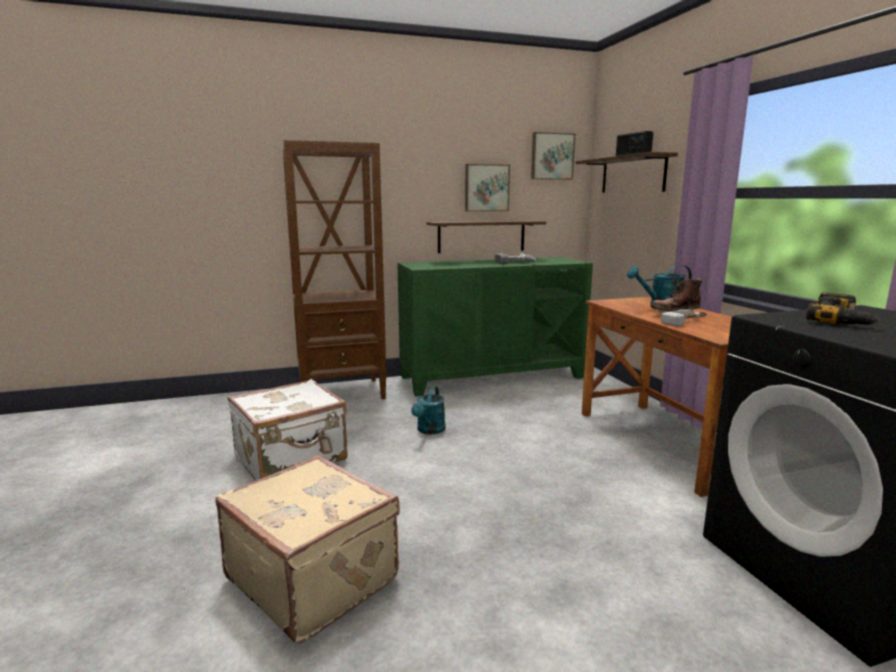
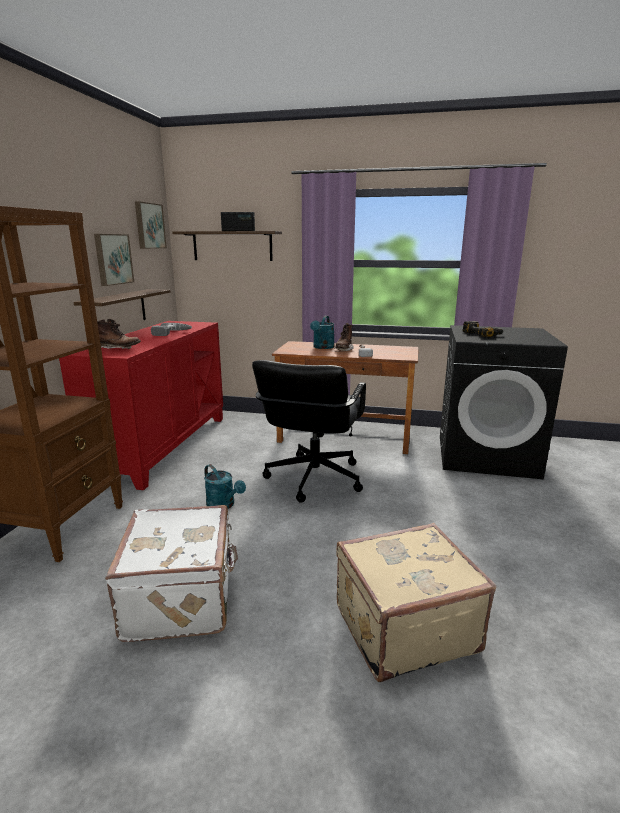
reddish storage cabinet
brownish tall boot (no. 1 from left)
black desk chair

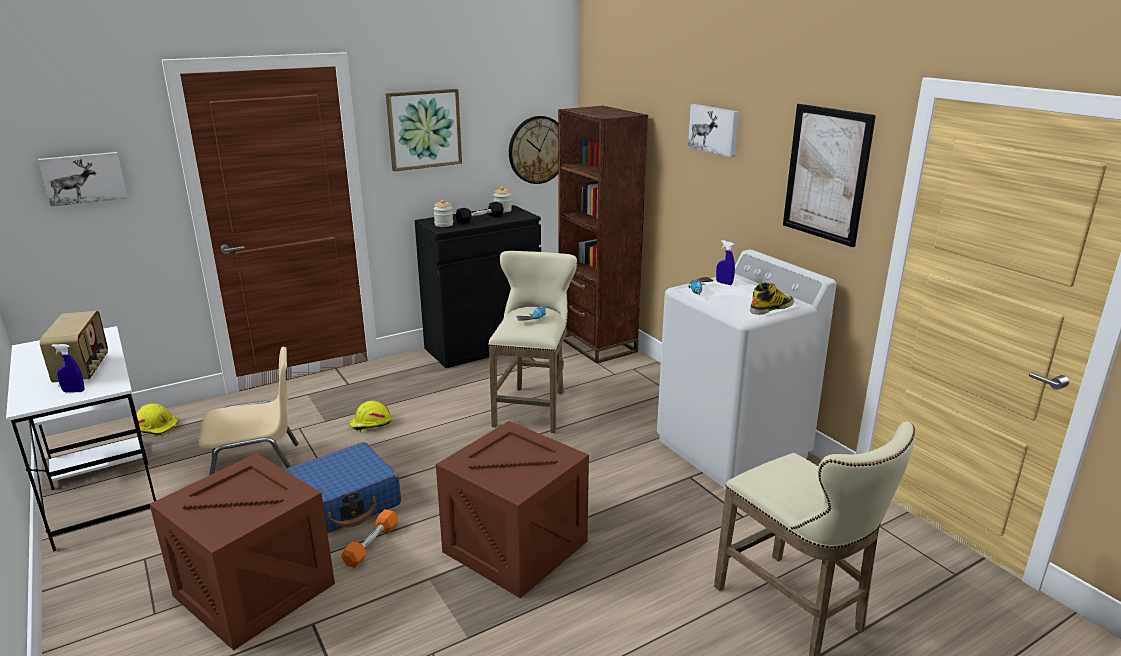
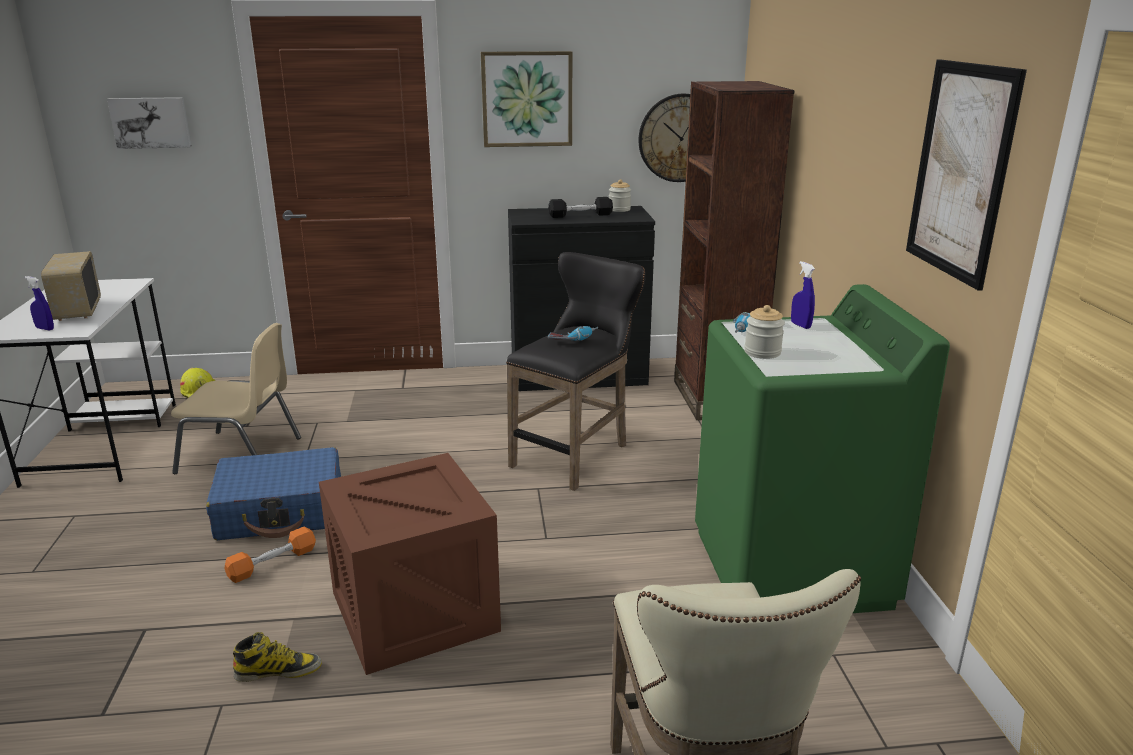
wall picture (no. 3 from left in the first image)
preserve jar (no. 2 from left)
green laundry appliance
black sitting stool
tall boot
radio set
yellow work helmet (no. 2 from left in the first image)
shipping crate (no. 1 from left in the first image)

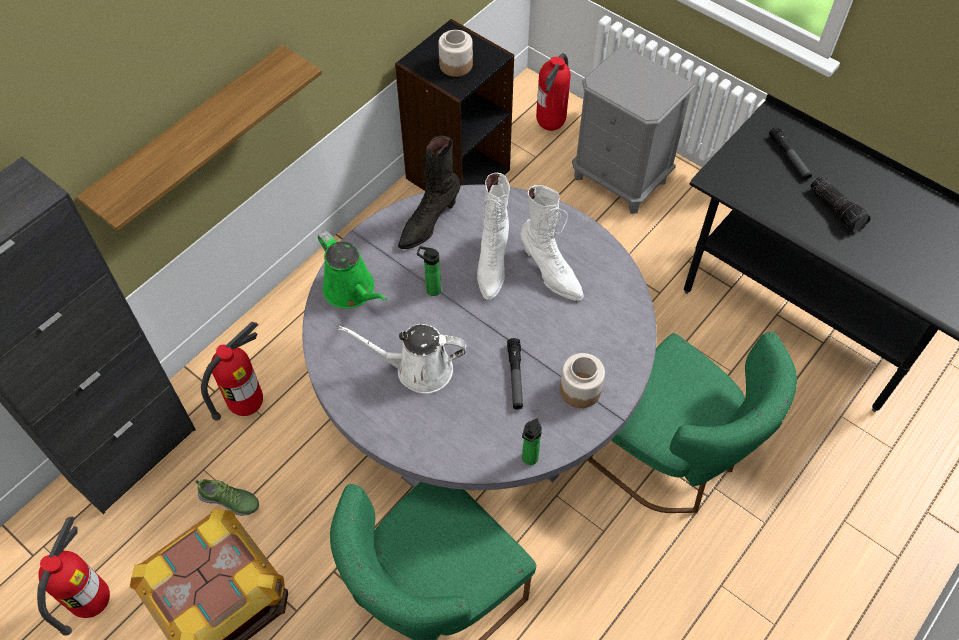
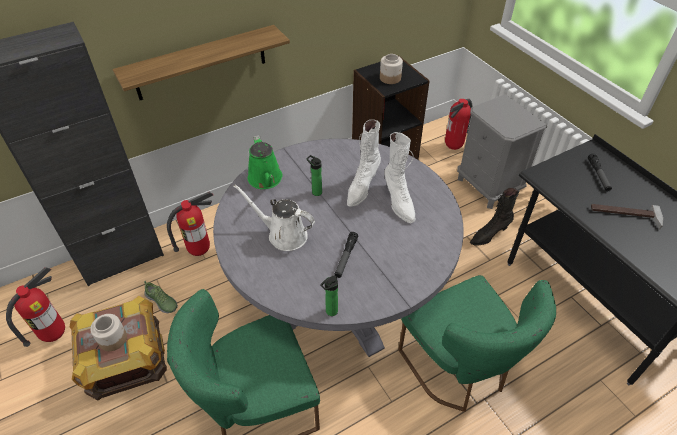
black tall boot
hammer
preserve jar (no. 1 from left)

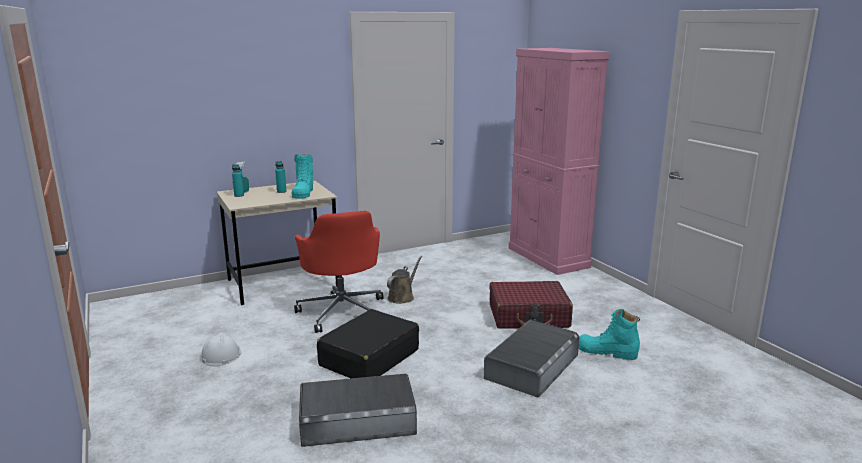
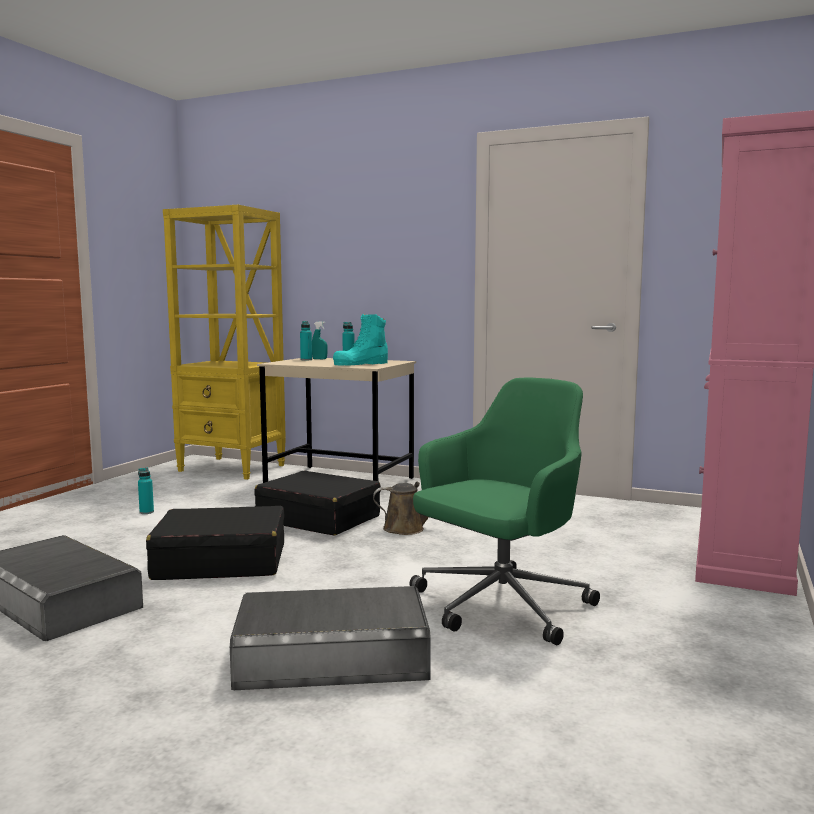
black travel case (no. 2 from left)
green desk chair
turquoise tall boot (no. 2 from left in the first image)
turquoise drink bottle (no. 1 from left)
yellow bookshelf

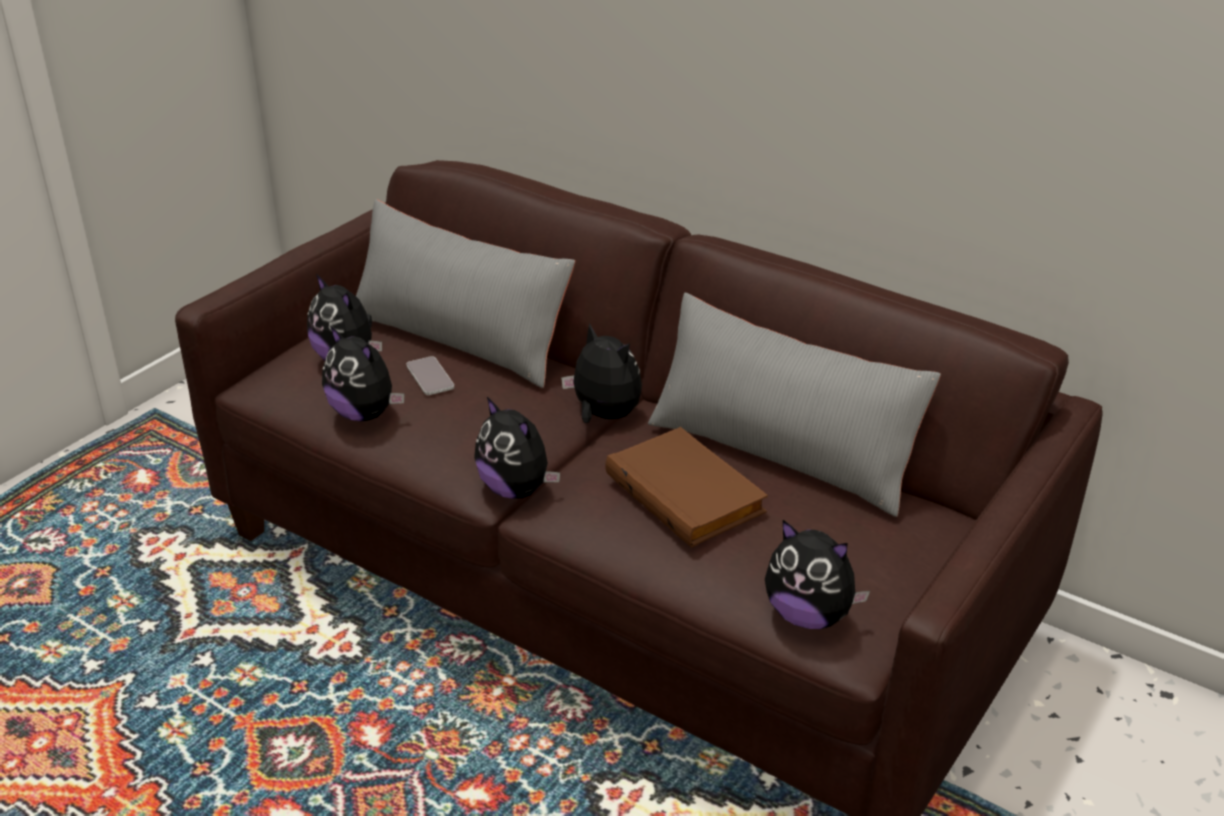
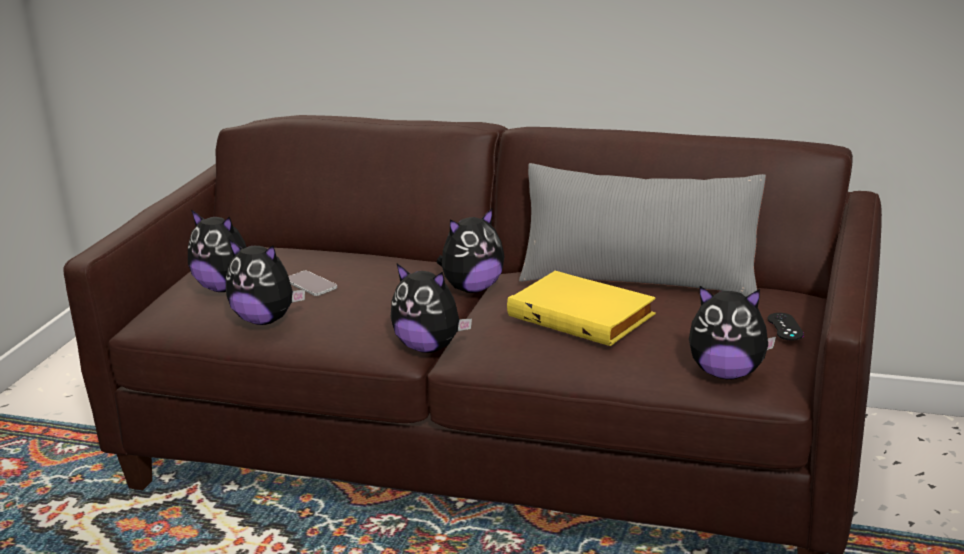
greyish cushion (no. 1 from left in the first image)
plush toy (no. 4 from left)
yellow bound book
black game controller

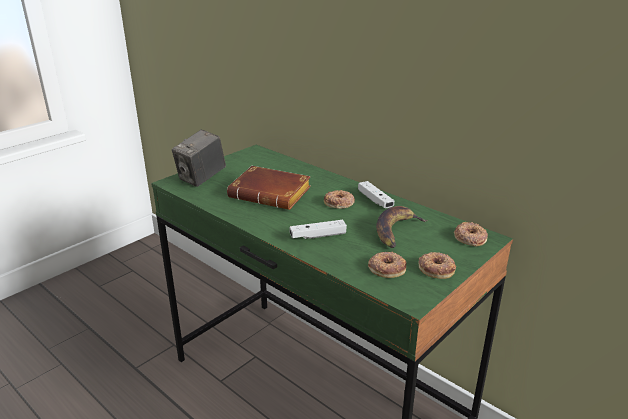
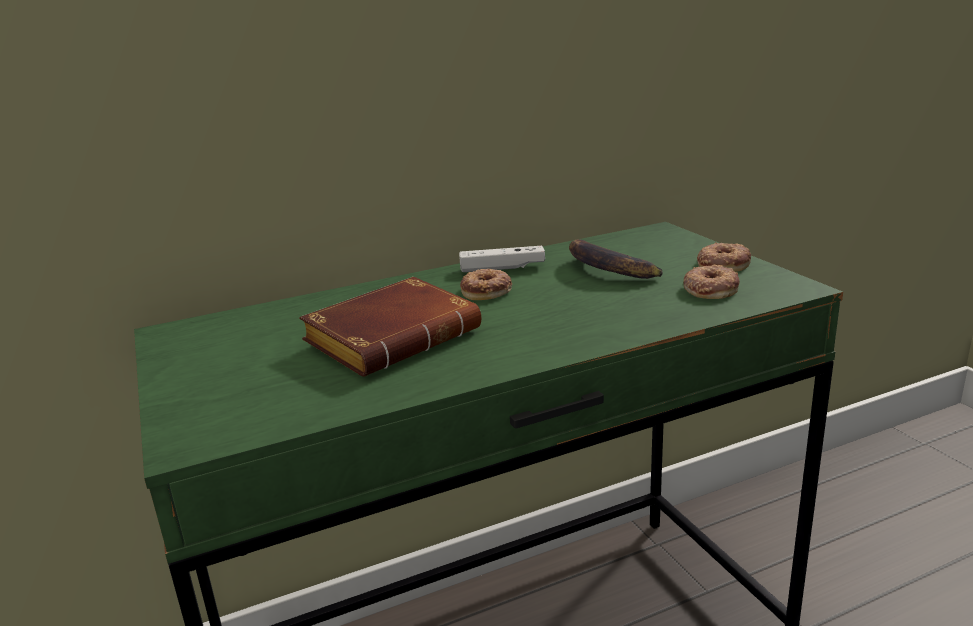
still camera
white-coloured game controller (no. 1 from left in the first image)
doughnut (no. 4 from left in the first image)

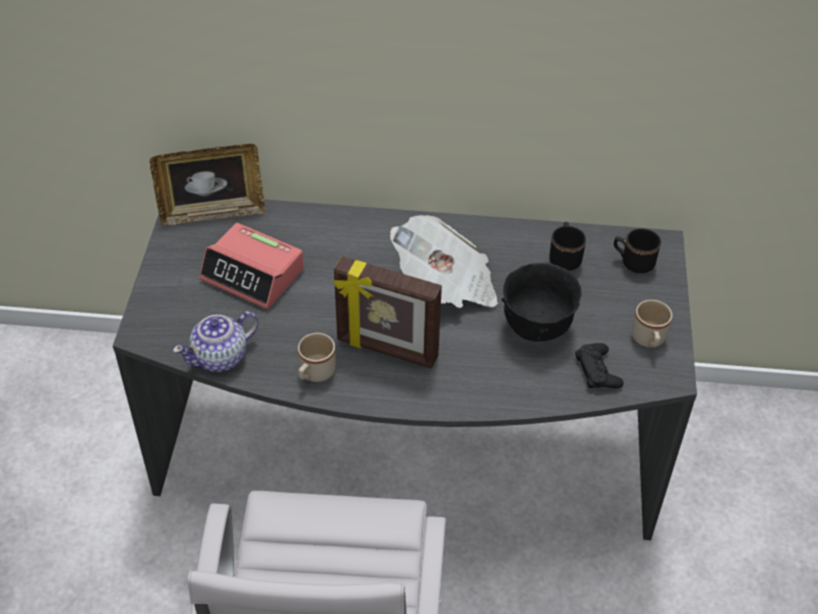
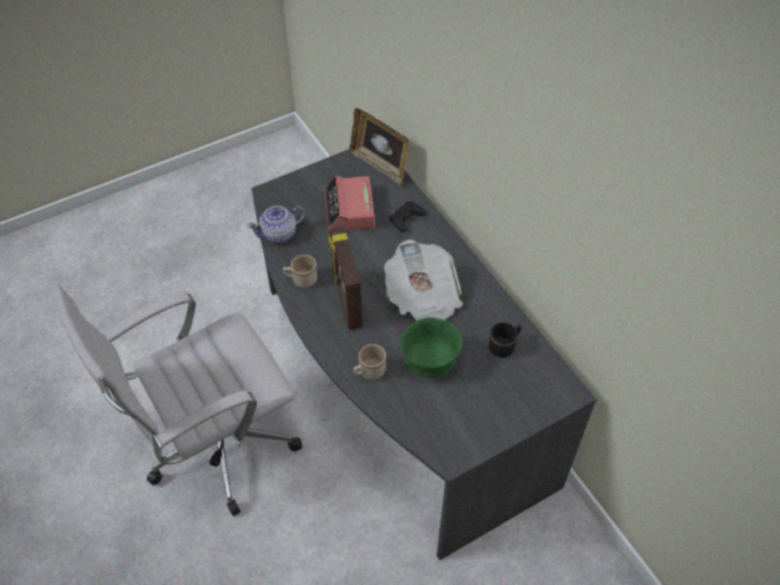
black mug (no. 2 from left in the first image)
green bowl
beige mug (no. 2 from left)
pot for tea
black game controller

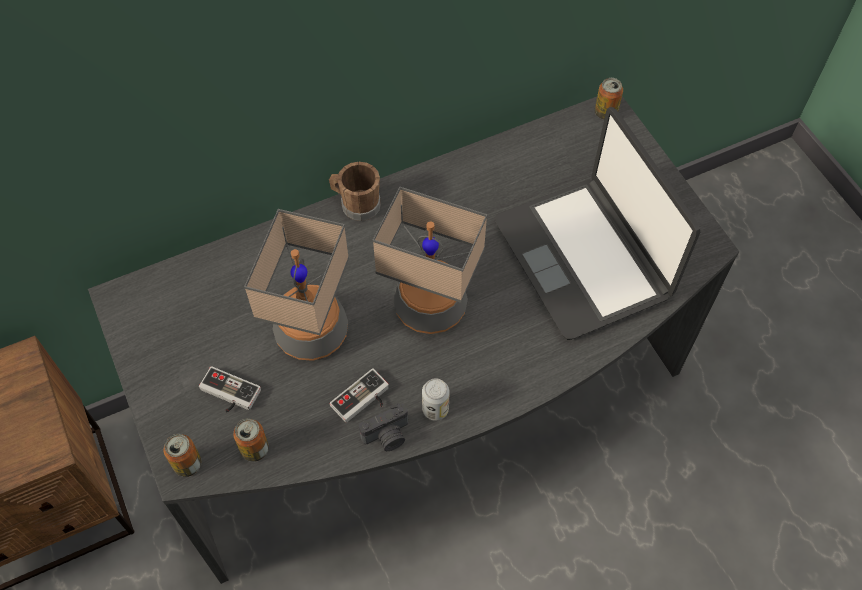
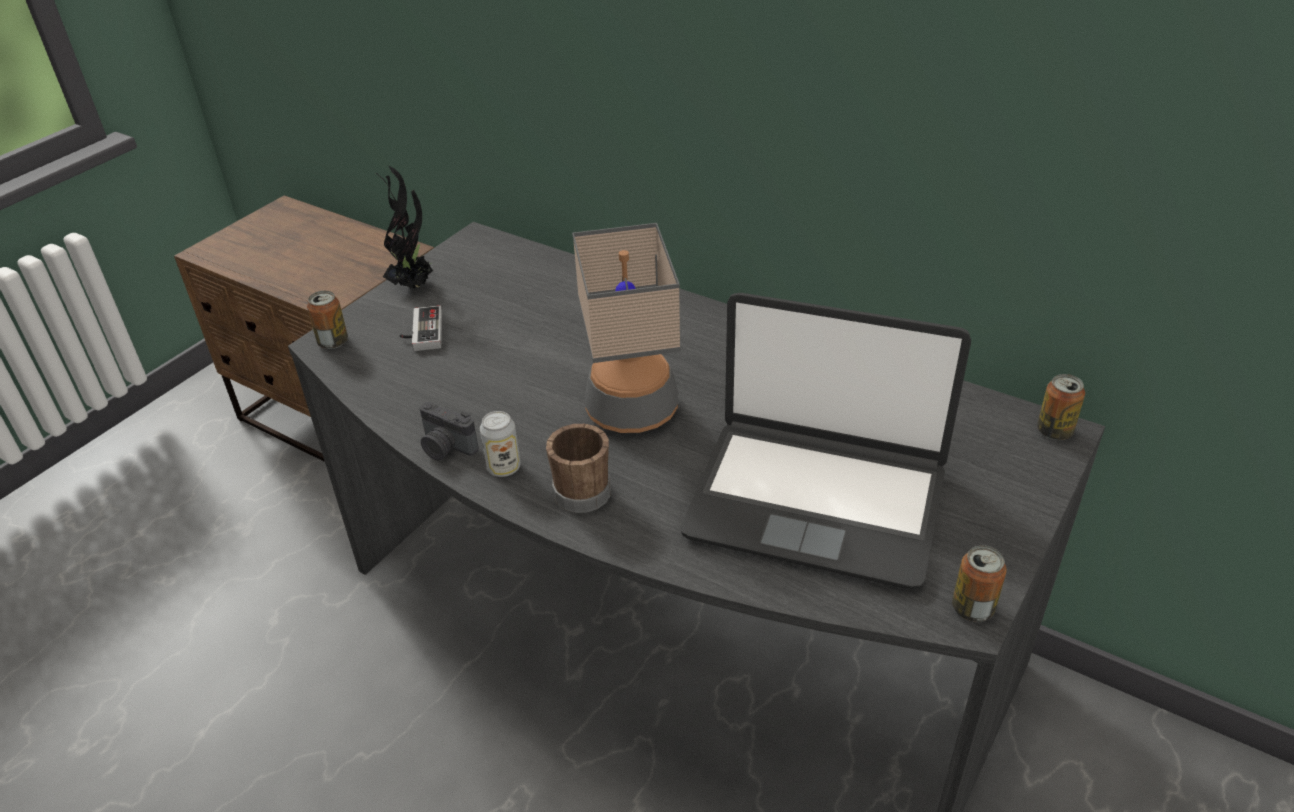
laptop
brownish mug
tabletop lamp (no. 1 from left in the first image)
game controller (no. 2 from left in the first image)
can (no. 3 from left)
plant in a pot

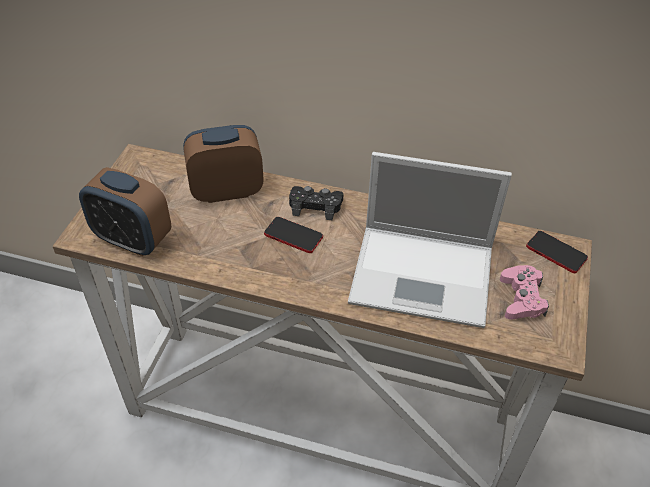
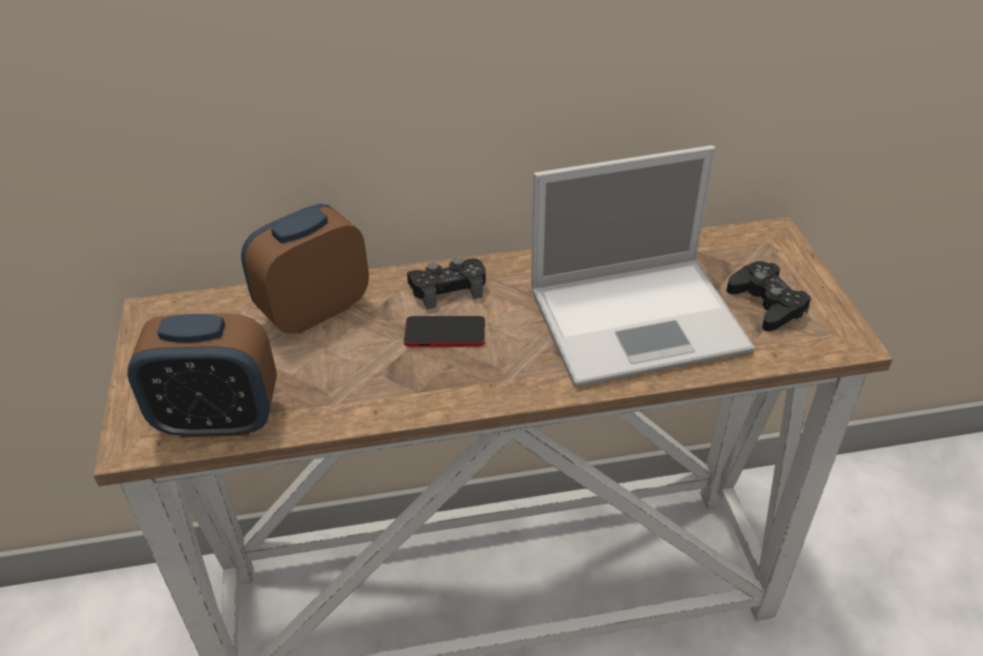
phone (no. 2 from left in the first image)
black game controller (no. 2 from left)

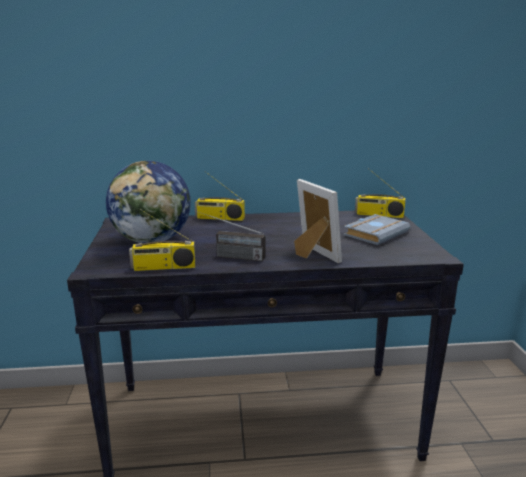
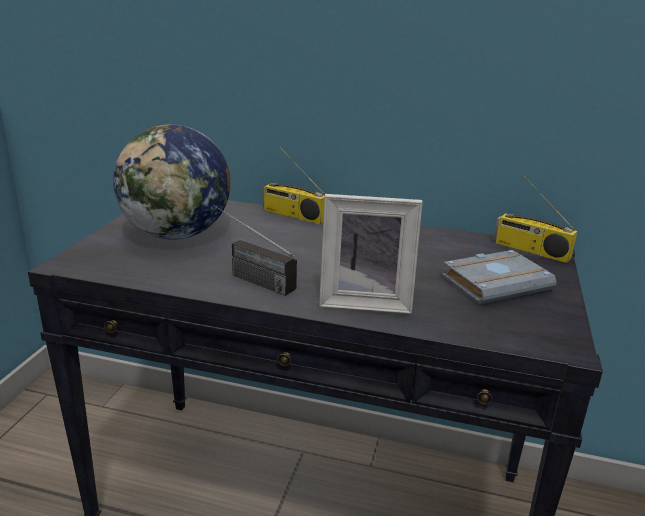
picture frame
radio set (no. 1 from left in the first image)

